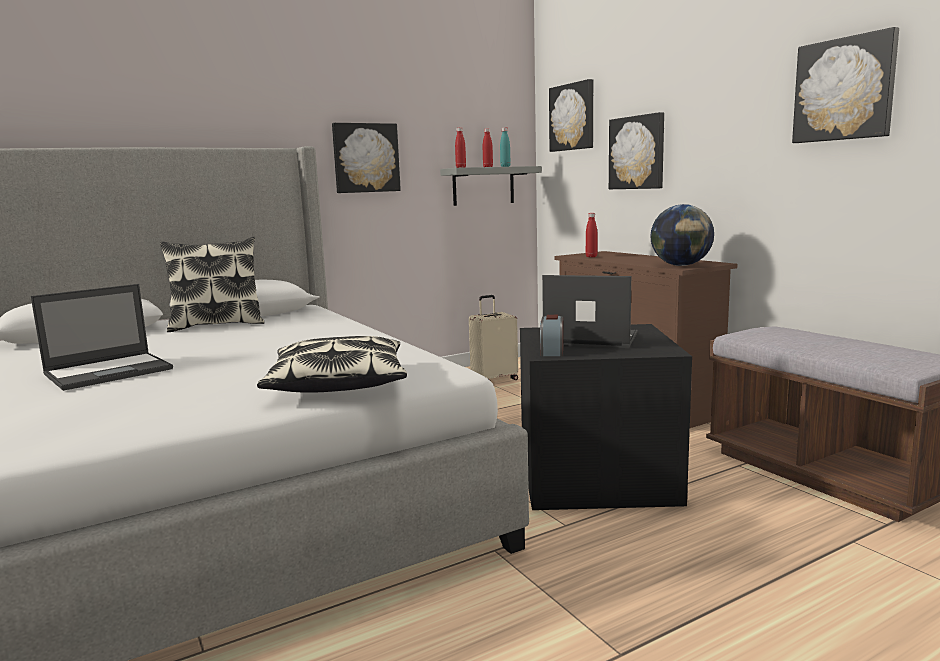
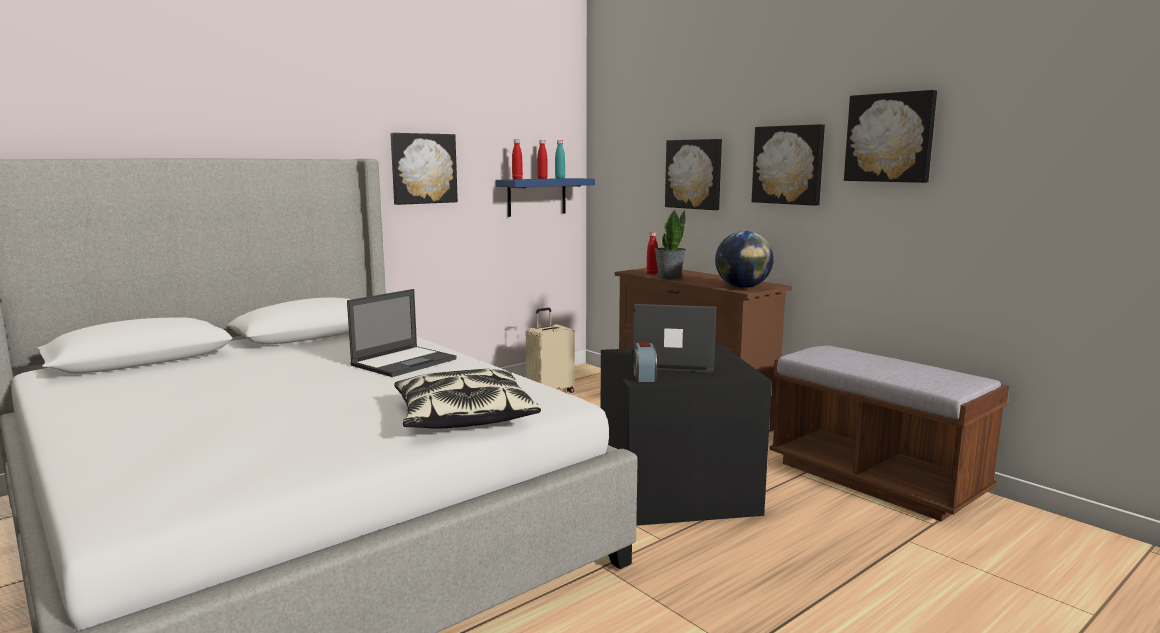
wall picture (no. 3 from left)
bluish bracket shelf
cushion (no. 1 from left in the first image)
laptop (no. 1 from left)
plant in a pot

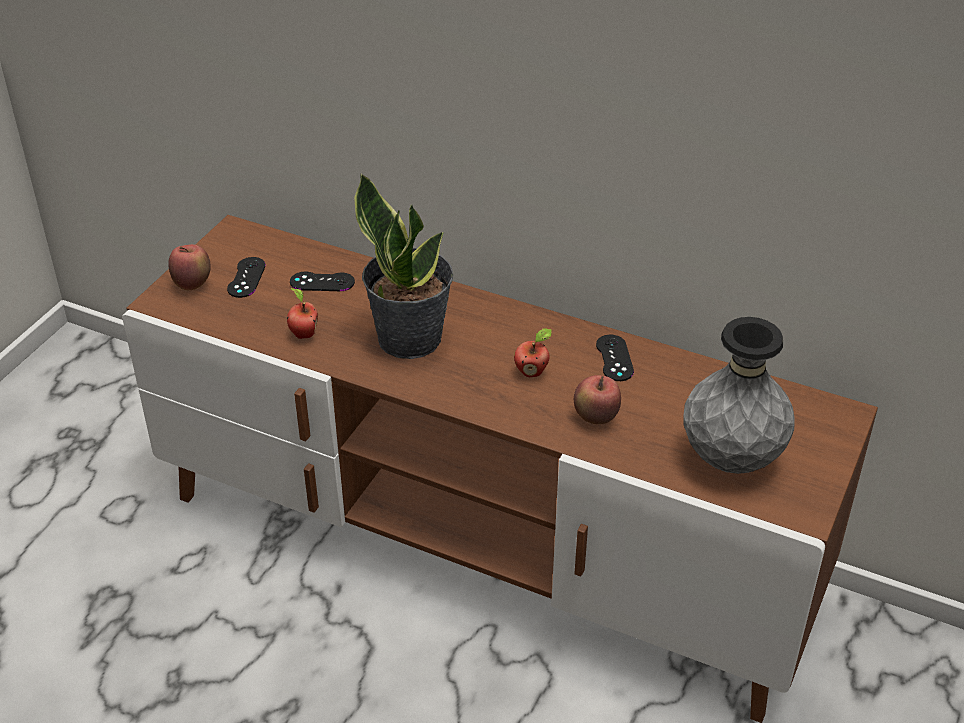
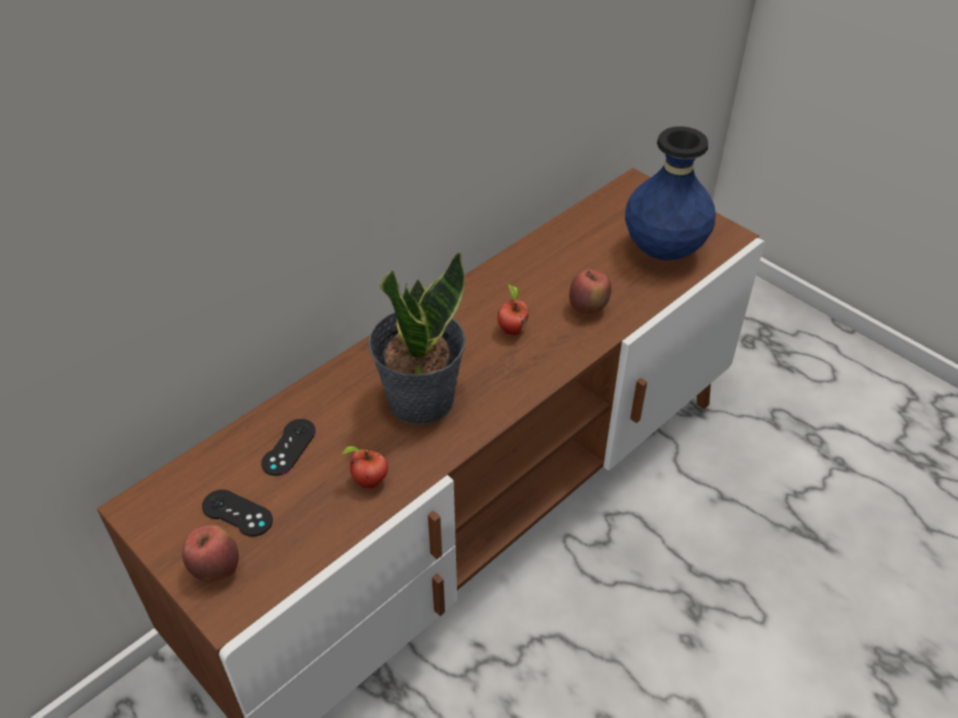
bluish vase
black game controller (no. 3 from left in the first image)

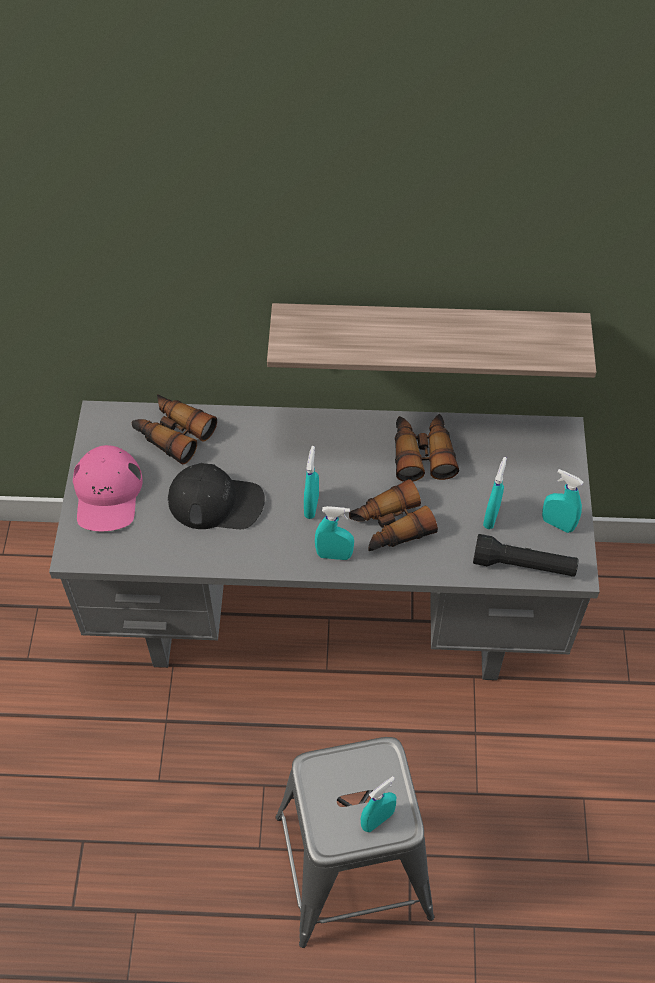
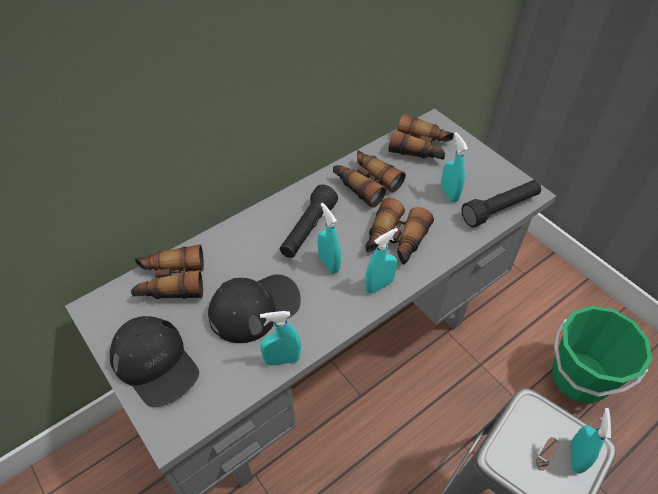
bracket shelf
black cap (no. 1 from left)
turquoise hand sprayer (no. 1 from left)
pair of binoculars (no. 4 from left)
black hand torch (no. 1 from left)
green water bucket

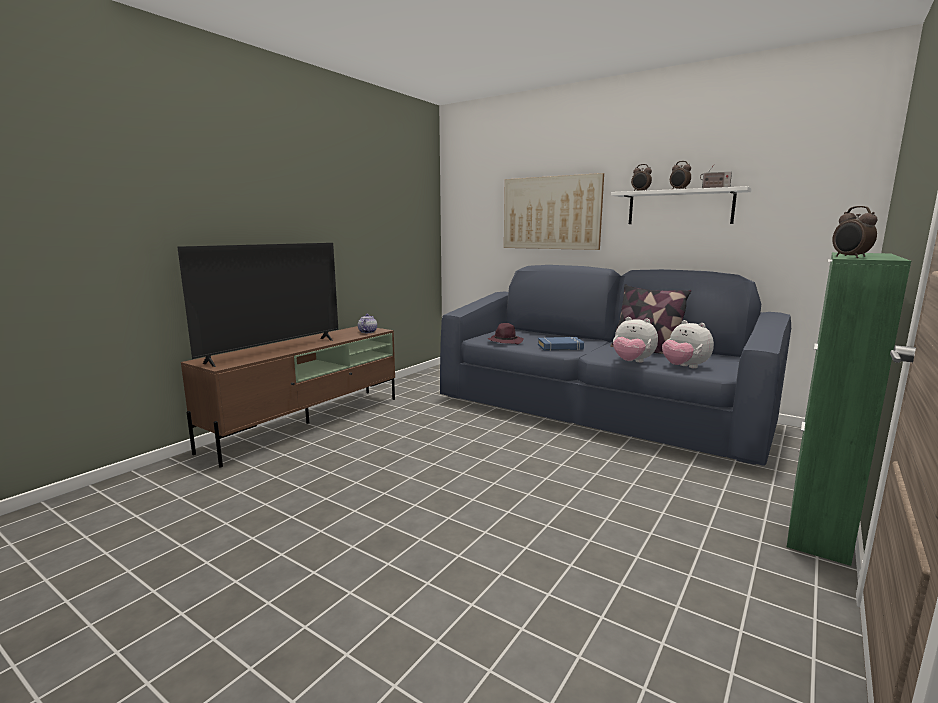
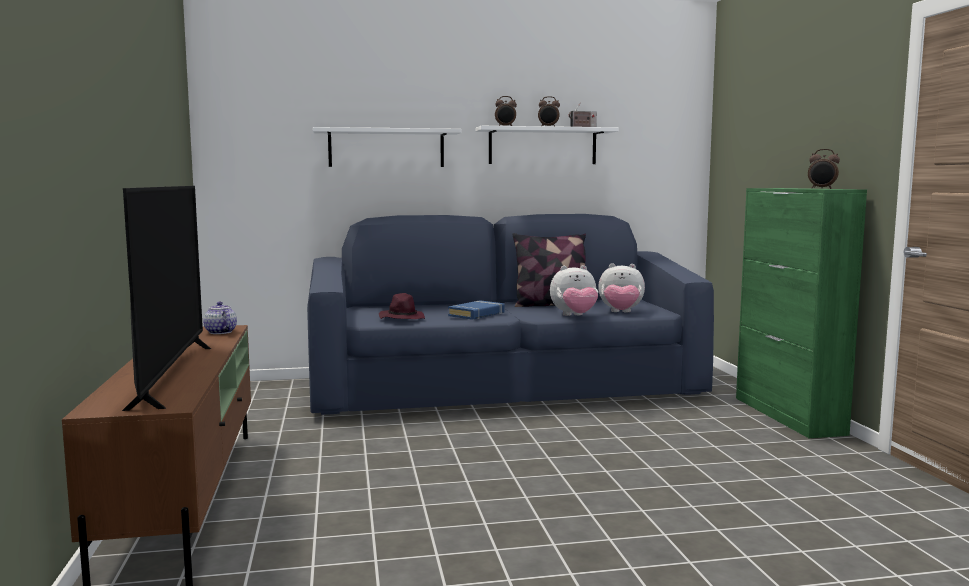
white-coloured bracket shelf (no. 1 from left)

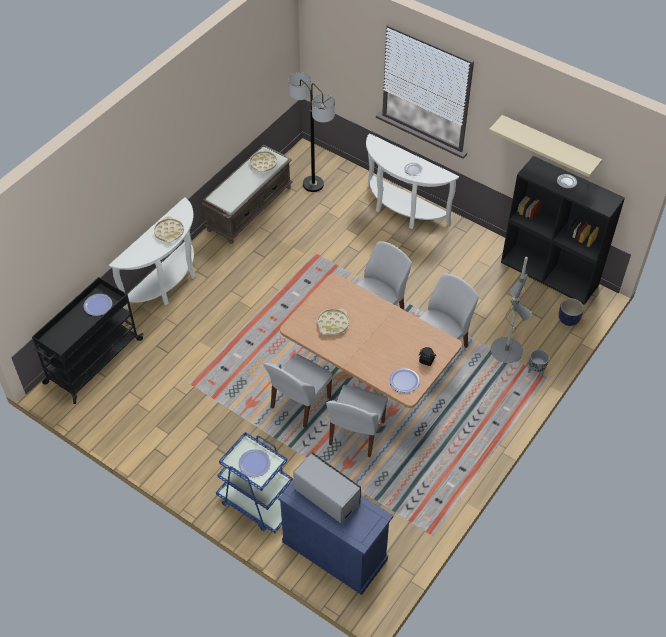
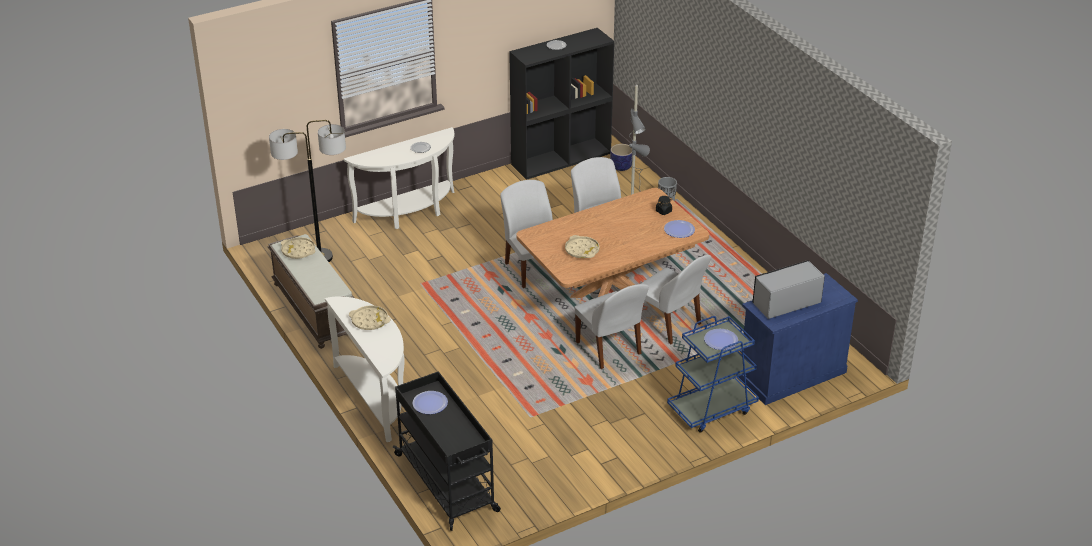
beige bracket shelf

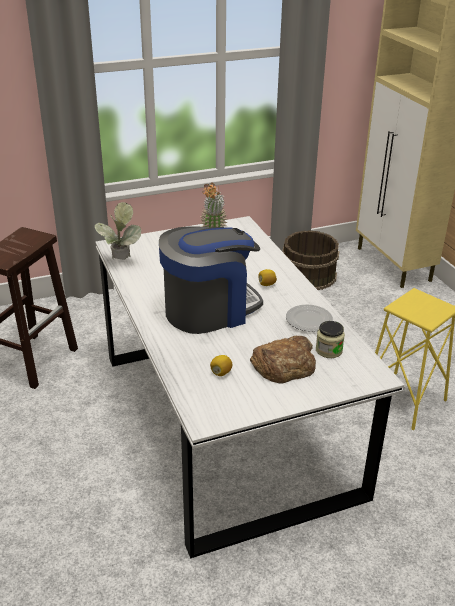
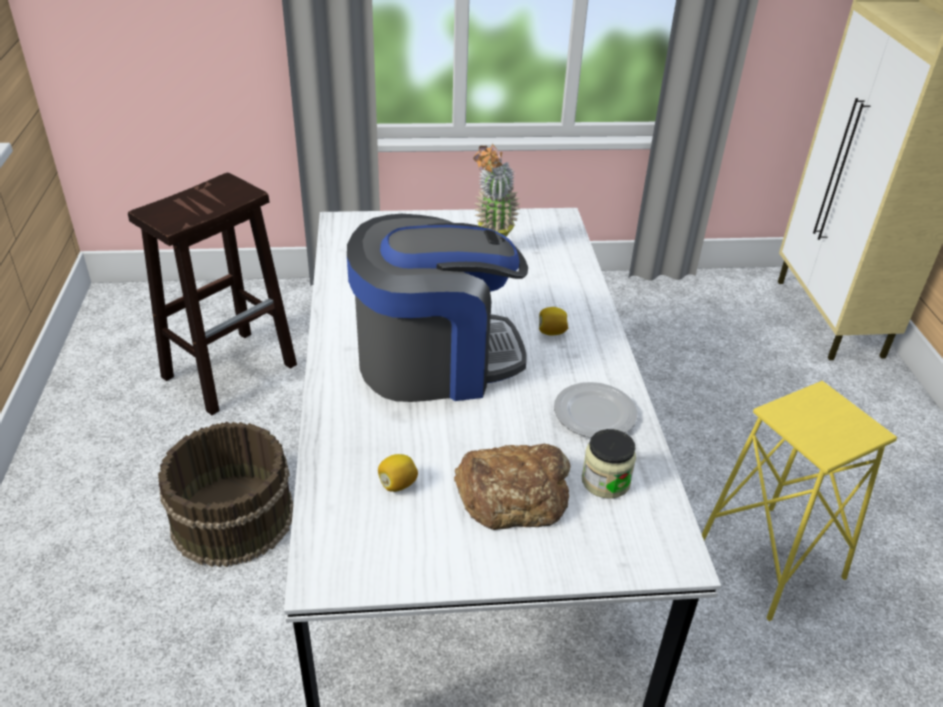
plant in a pot (no. 1 from left in the first image)
brownish water bucket

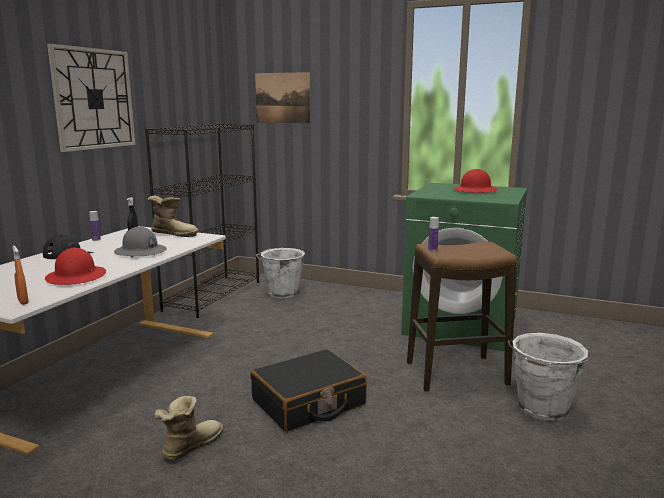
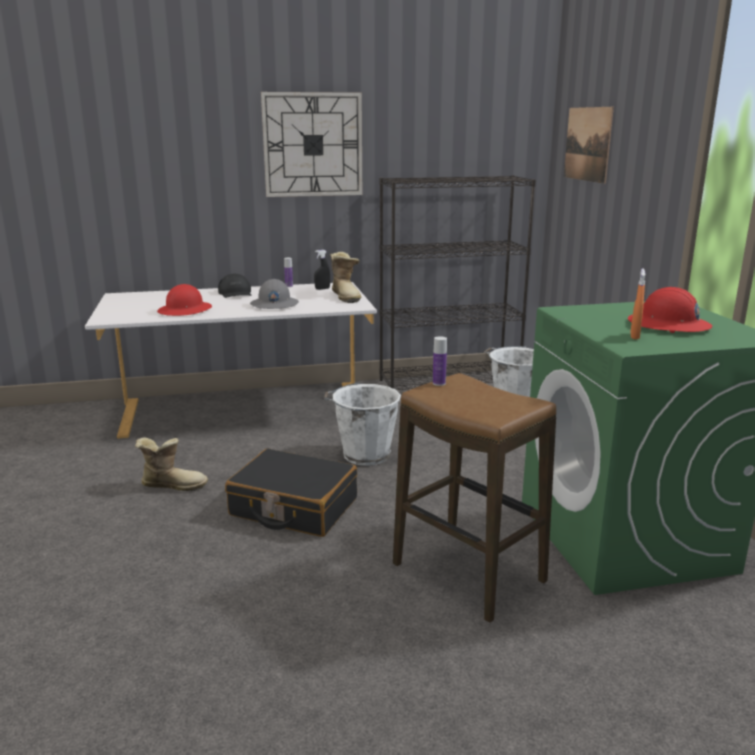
orangey hand sprayer
white-coloured water bucket (no. 1 from left)

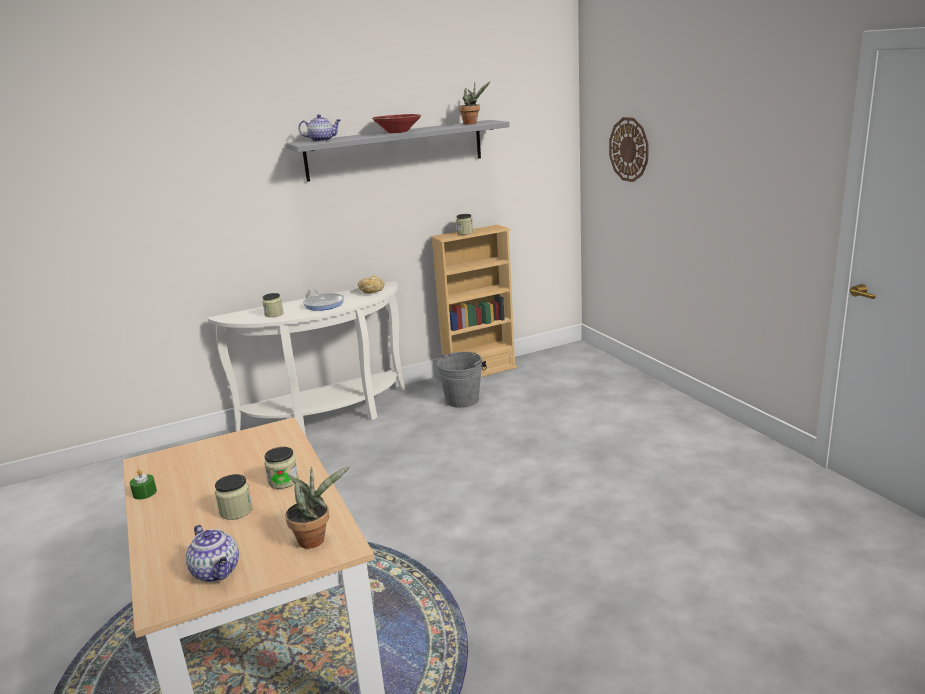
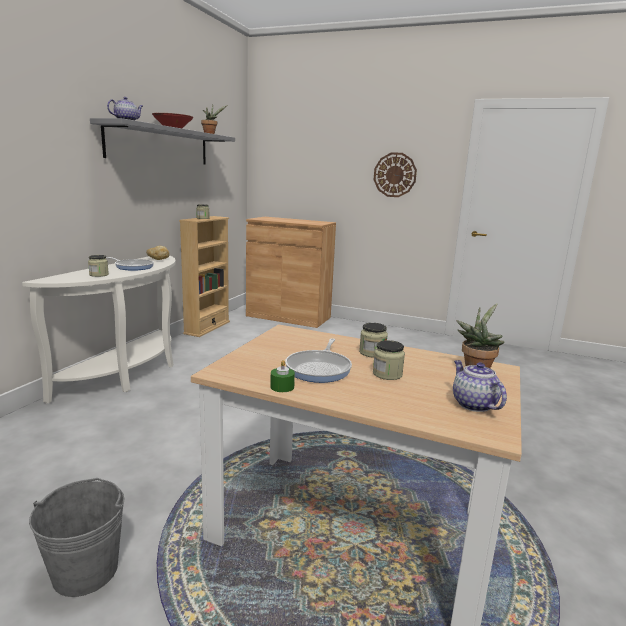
wall clock
greyish water bucket
pot for tea (no. 2 from left)
brownish storage cabinet
skillet (no. 2 from left)

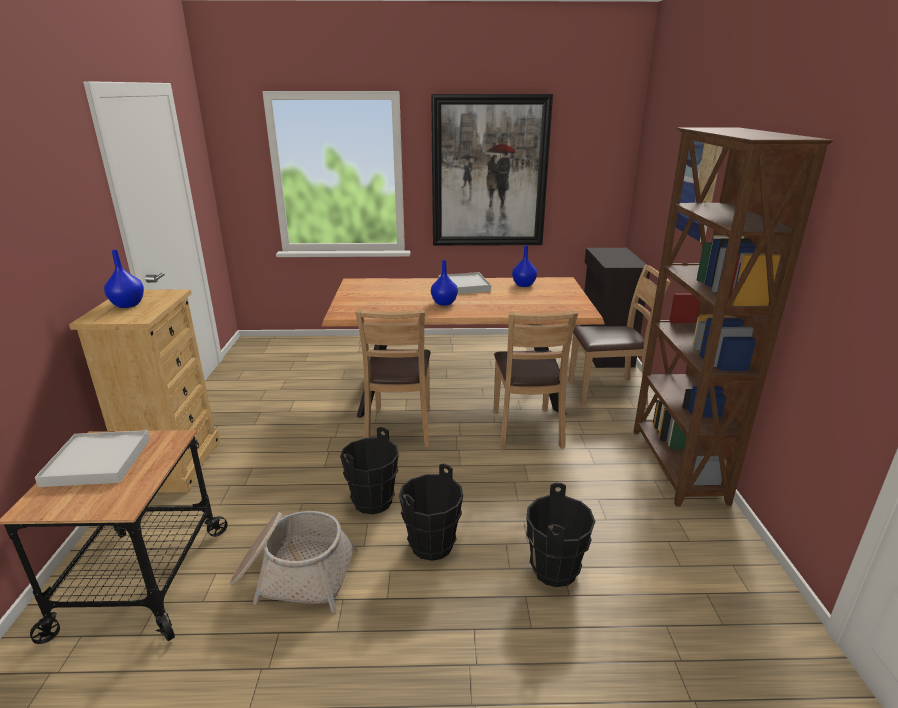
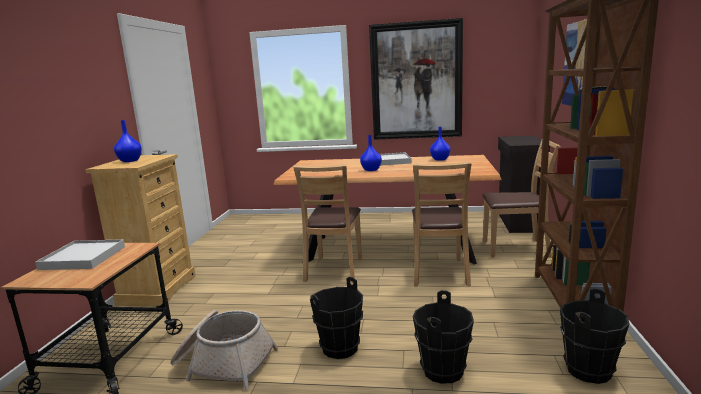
black water bucket (no. 3 from left)

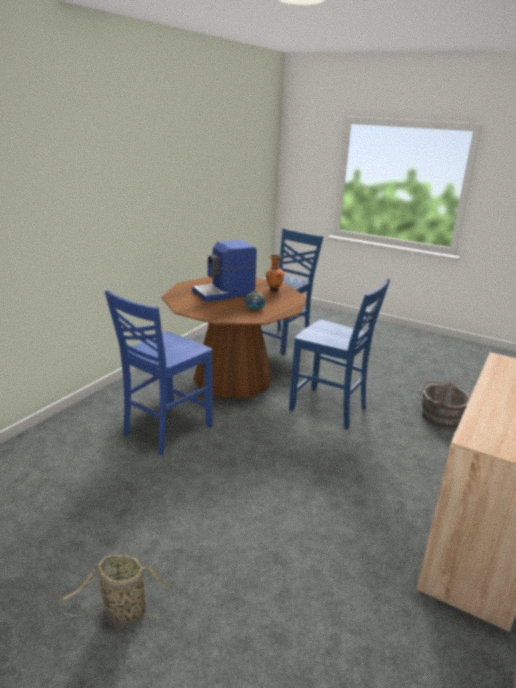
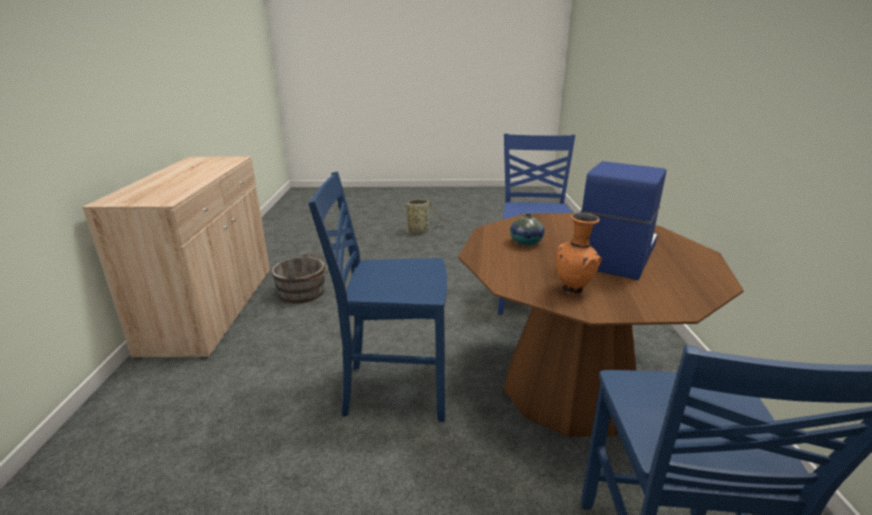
greyish water bucket

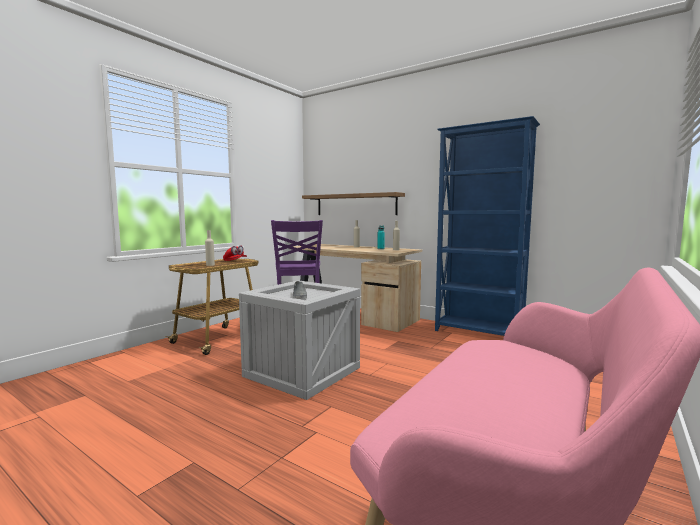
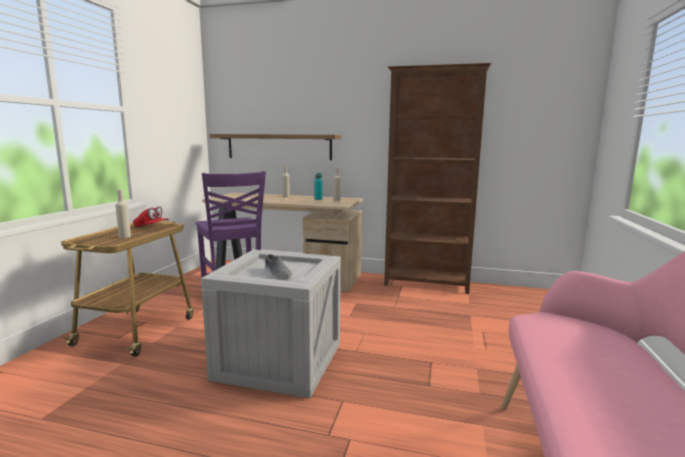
brownish bookshelf

